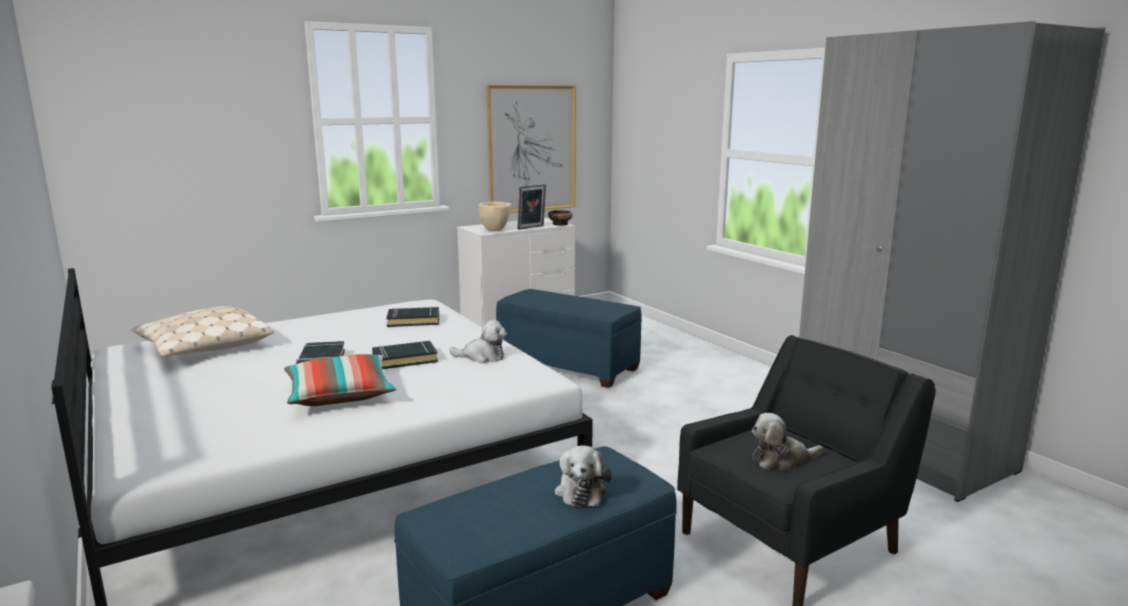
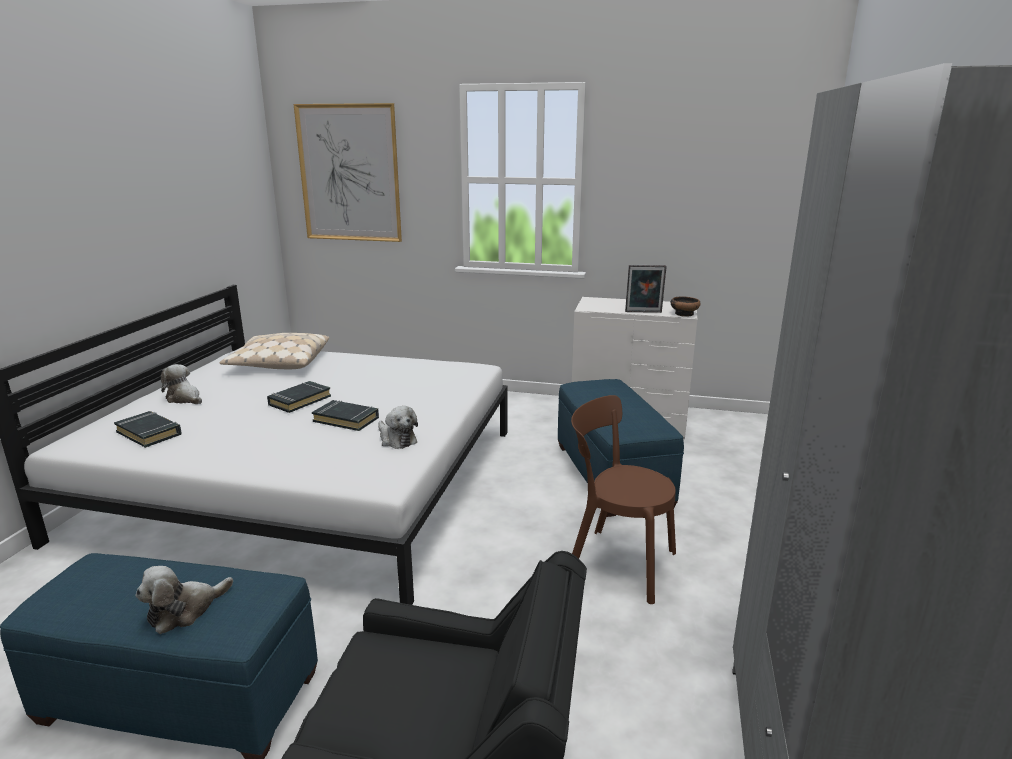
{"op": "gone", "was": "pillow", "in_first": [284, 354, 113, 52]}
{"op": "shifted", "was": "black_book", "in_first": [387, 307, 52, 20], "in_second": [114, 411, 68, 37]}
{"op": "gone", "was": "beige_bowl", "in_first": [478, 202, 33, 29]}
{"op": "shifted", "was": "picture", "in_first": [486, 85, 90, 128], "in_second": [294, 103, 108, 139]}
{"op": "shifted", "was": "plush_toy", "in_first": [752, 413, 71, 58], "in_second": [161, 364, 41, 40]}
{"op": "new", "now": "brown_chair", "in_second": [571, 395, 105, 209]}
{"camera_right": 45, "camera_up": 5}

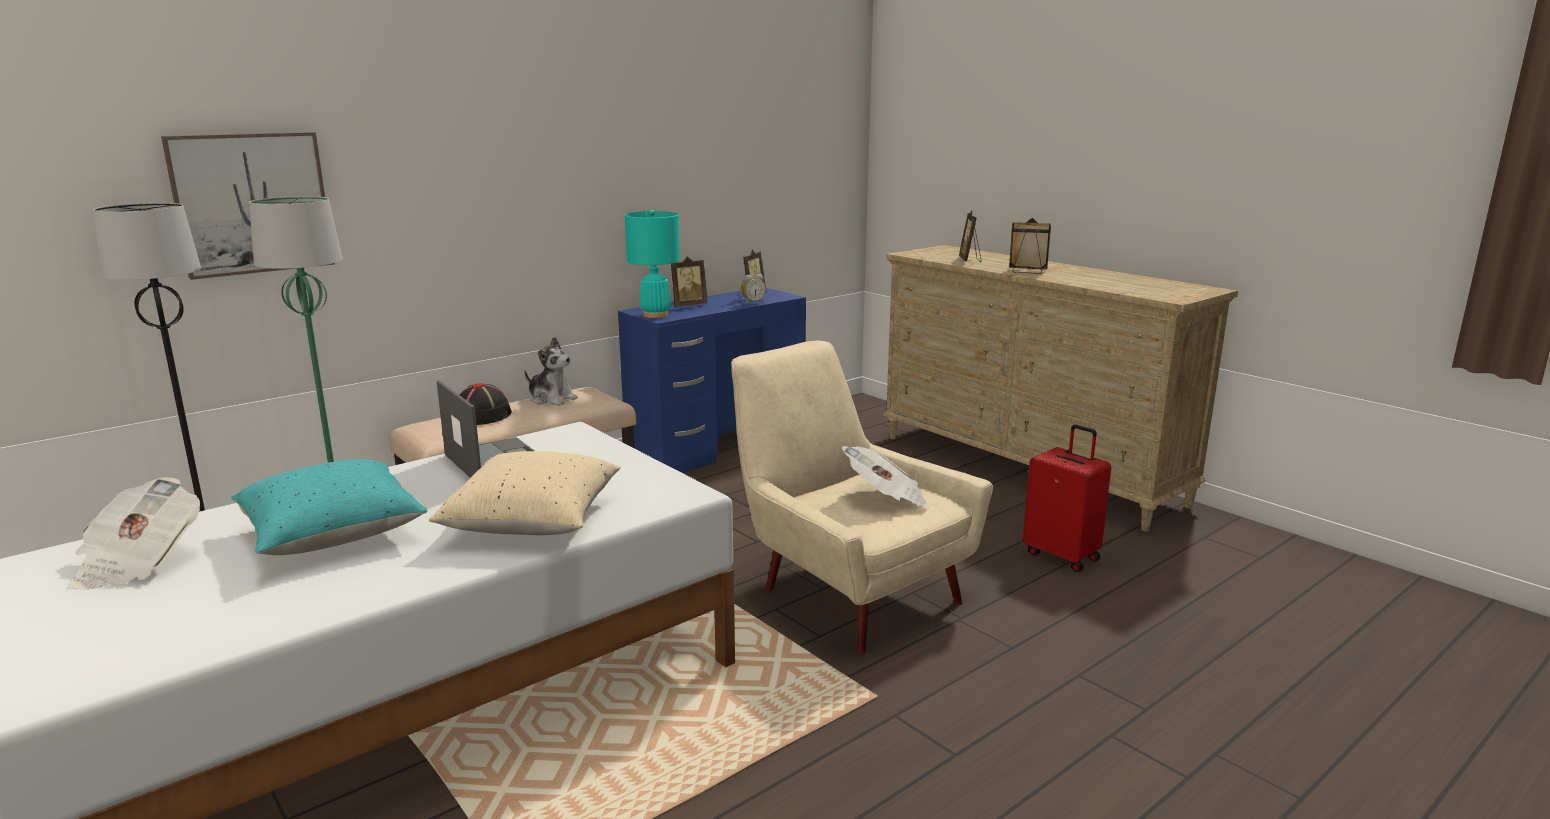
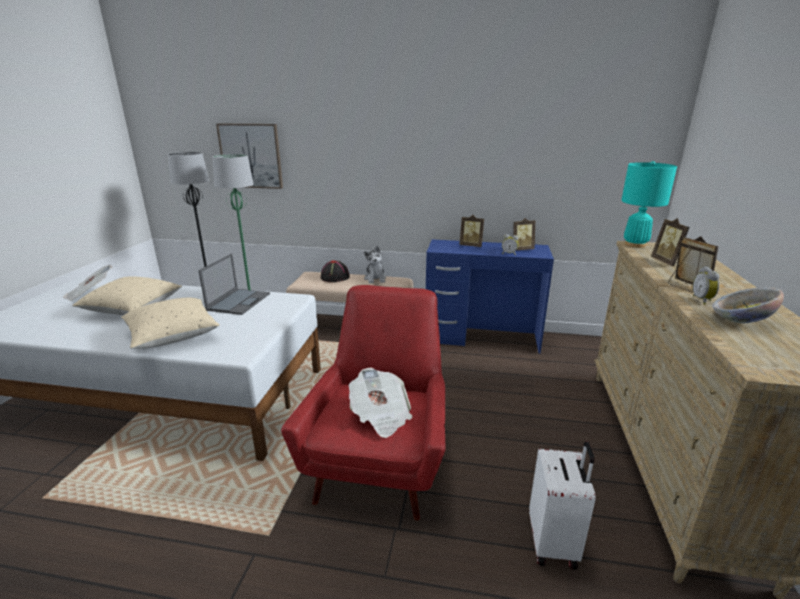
{"op": "repainted", "was": "turquoise_pillow", "now": "beige_pillow", "in_first": [231, 459, 196, 96], "in_second": [72, 276, 110, 39]}
{"op": "shifted", "was": "turquoise_table_lamp", "in_first": [625, 210, 55, 108], "in_second": [621, 161, 56, 87]}
{"op": "repainted", "was": "beige_armchair", "now": "red_armchair", "in_first": [731, 341, 262, 313], "in_second": [281, 285, 165, 235]}
{"op": "rotated", "was": "picture_frame", "in_first": [959, 211, 23, 51], "in_second": [651, 218, 39, 48], "clockwise": -60}
{"op": "repainted", "was": "red_suitcase", "now": "white_suitcase", "in_first": [1023, 424, 88, 148], "in_second": [529, 441, 67, 129]}
{"op": "new", "now": "alarm_clock", "in_second": [693, 266, 27, 39]}
{"op": "new", "now": "bowl", "in_second": [712, 287, 72, 36]}
{"camera_right": 50, "camera_up": 5}

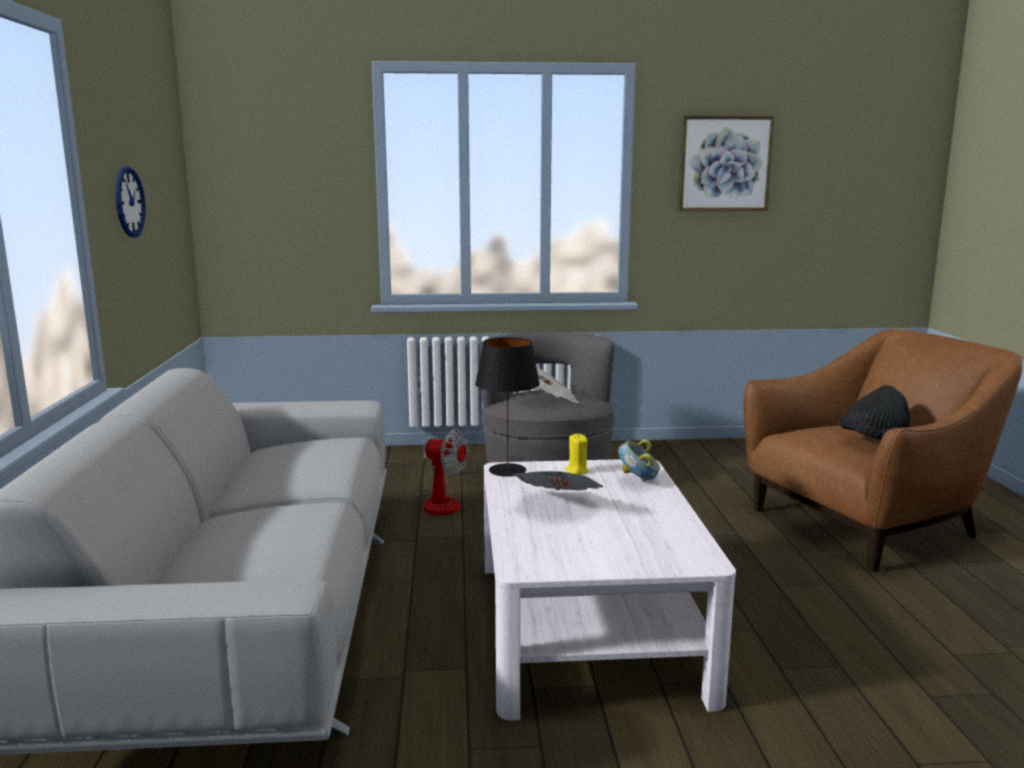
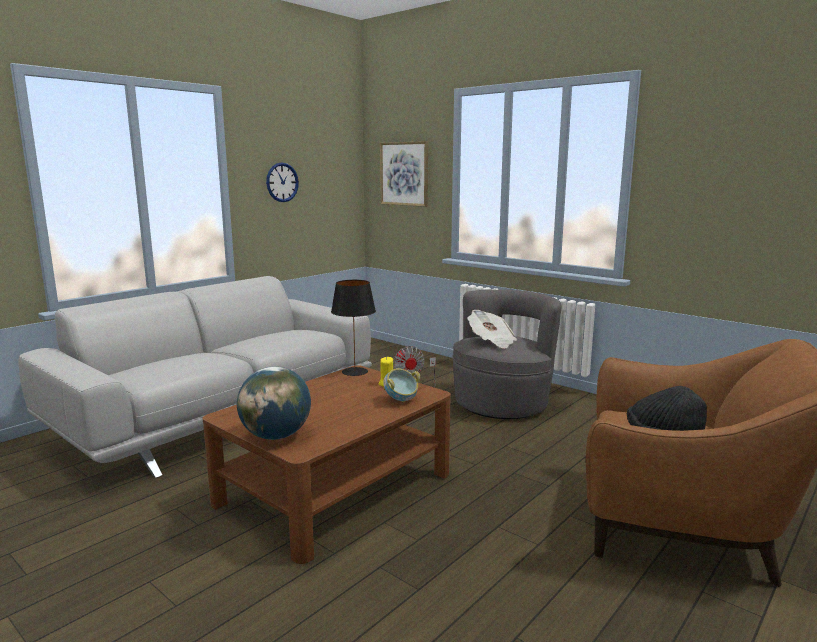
{"op": "repainted", "was": "white_coffee_table", "now": "brown_coffee_table", "in_first": [484, 459, 252, 261], "in_second": [202, 365, 249, 199]}
{"op": "gone", "was": "newspaper", "in_first": [512, 471, 91, 19]}
{"op": "shifted", "was": "picture", "in_first": [678, 115, 97, 96], "in_second": [380, 141, 48, 66]}
{"op": "new", "now": "globe", "in_second": [237, 366, 74, 74]}
{"camera_right": 45, "camera_up": 0}

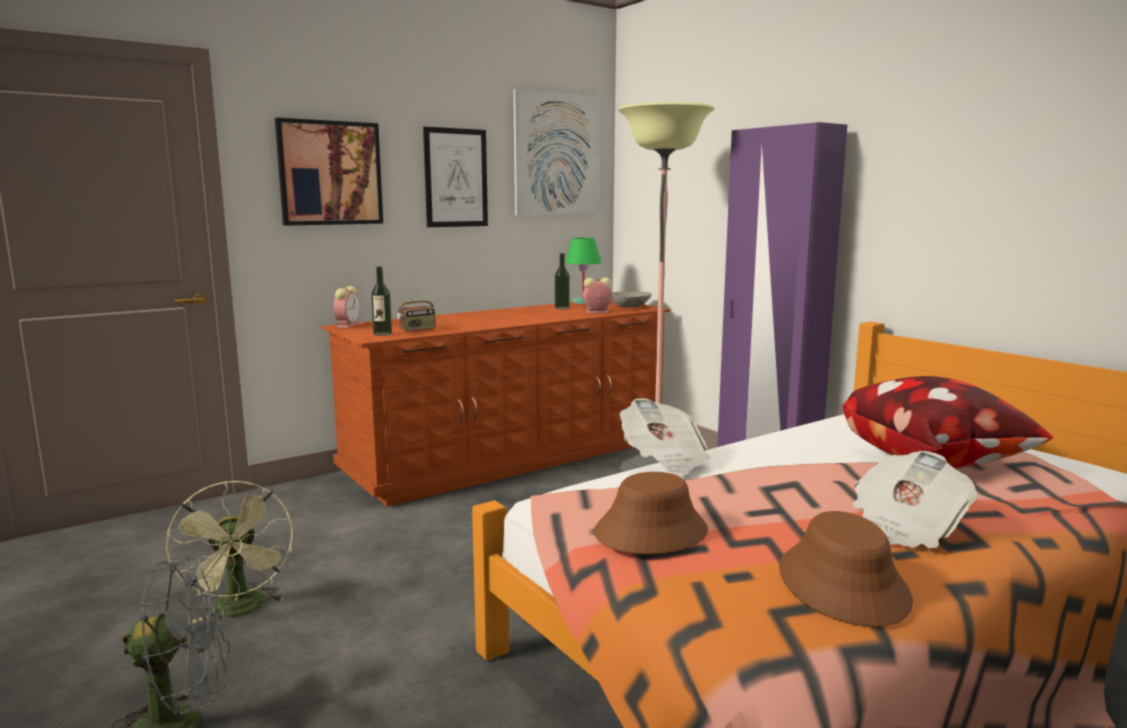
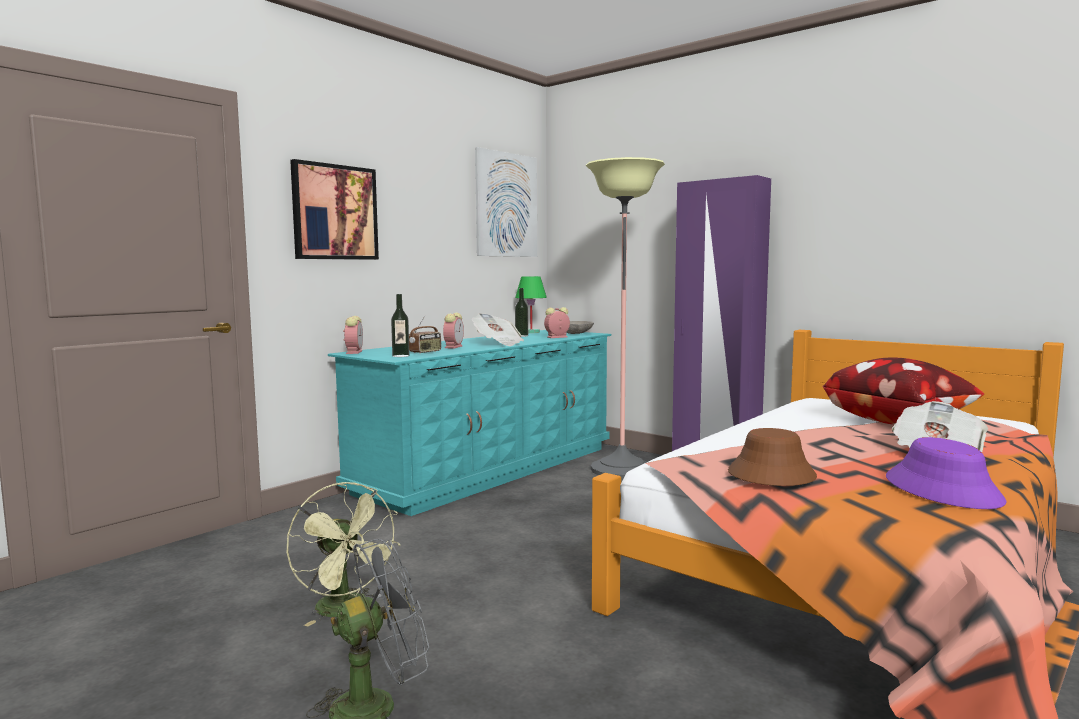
{"op": "repainted", "was": "brown_dresser", "now": "turquoise_dresser", "in_first": [321, 301, 350, 205], "in_second": [328, 330, 283, 186]}
{"op": "gone", "was": "picture", "in_first": [423, 127, 65, 100]}
{"op": "shifted", "was": "newspaper", "in_first": [619, 398, 92, 78], "in_second": [472, 313, 52, 33]}
{"op": "repainted", "was": "brown_hat", "now": "purple_hat", "in_first": [779, 511, 134, 116], "in_second": [886, 437, 121, 72]}
{"op": "new", "now": "alarm_clock", "in_second": [443, 313, 21, 36]}
{"camera_right": -15, "camera_up": -5}

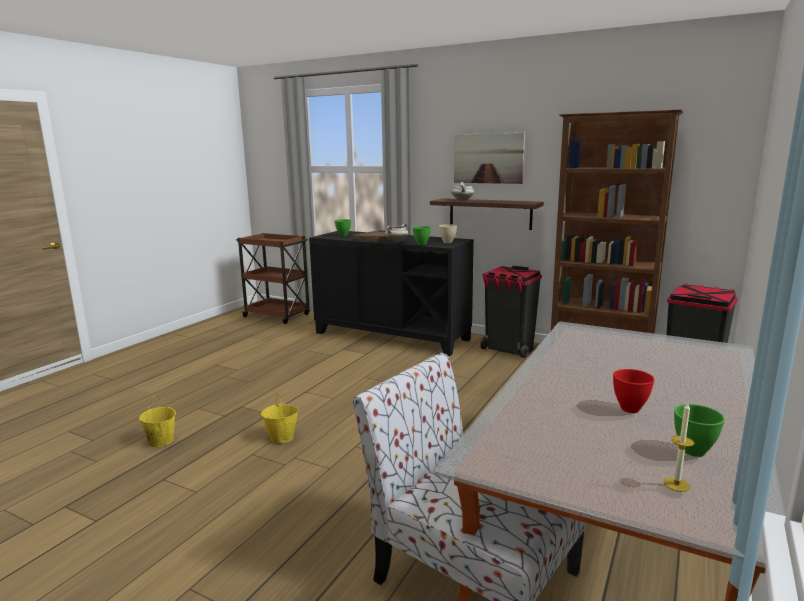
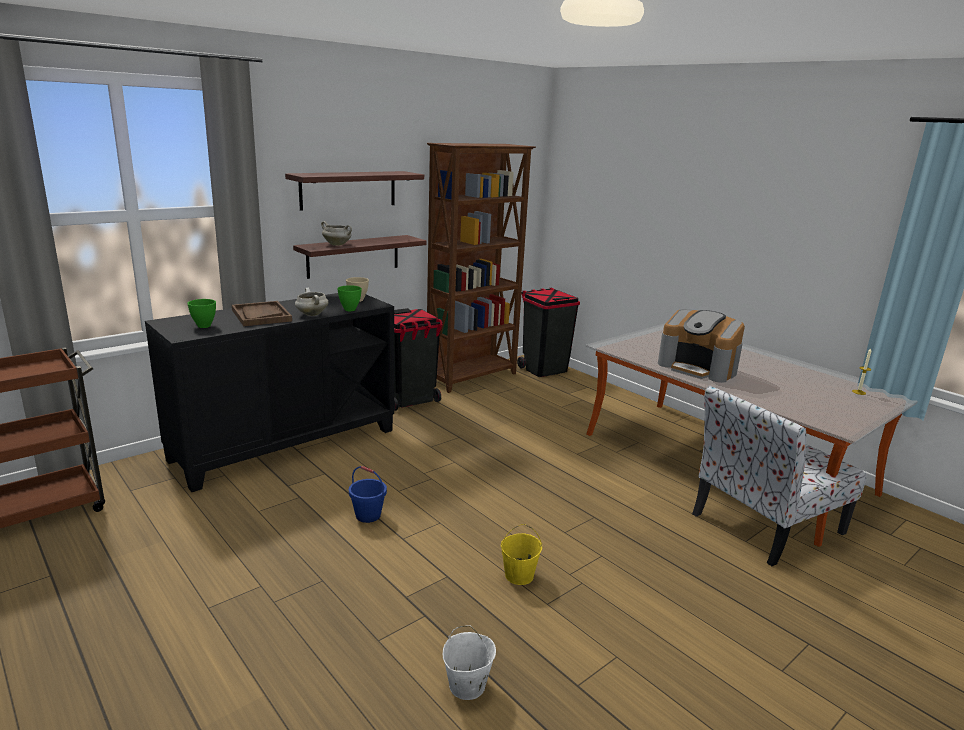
{"op": "repainted", "was": "yellow_bucket", "now": "white_bucket", "in_first": [139, 396, 37, 51], "in_second": [443, 625, 53, 75]}
{"op": "swapped", "was": "picture", "now": "shelf", "in_first": [454, 133, 71, 51], "in_second": [285, 171, 139, 40]}
{"op": "gone", "was": "red_bowl", "in_first": [613, 369, 41, 44]}
{"op": "gone", "was": "green_bowl", "in_first": [674, 404, 51, 53]}
{"op": "new", "now": "blue_bucket", "in_second": [349, 466, 38, 57]}
{"op": "new", "now": "coffee_machine", "in_second": [658, 309, 87, 74]}
{"camera_right": -70, "camera_up": 5}

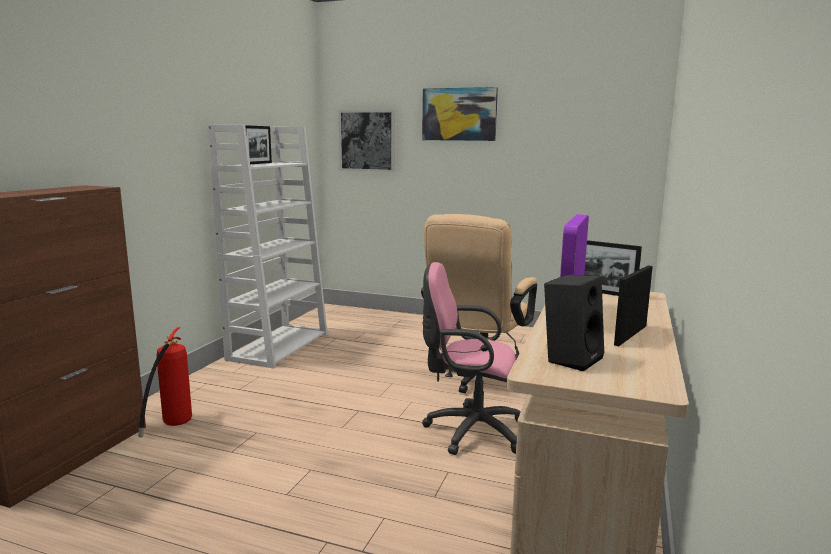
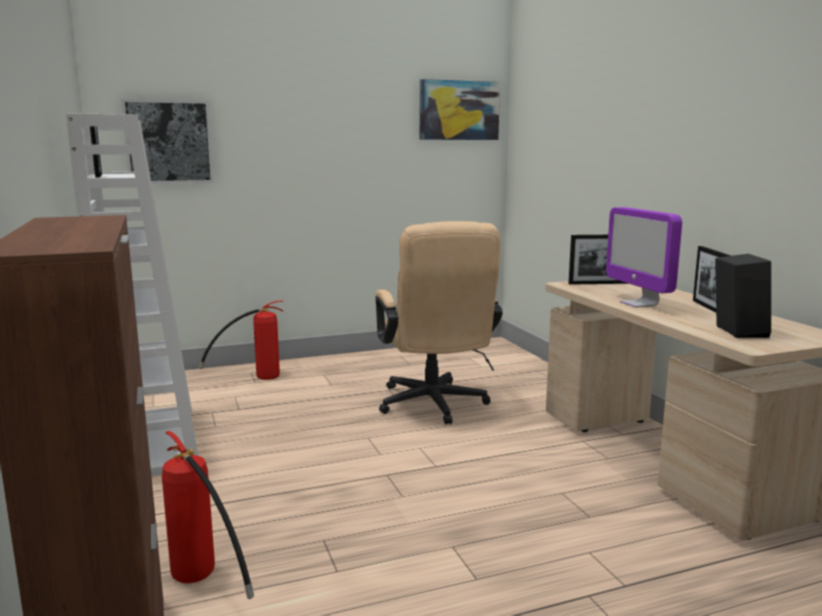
{"op": "shifted", "was": "picture", "in_first": [422, 87, 76, 54], "in_second": [420, 79, 80, 61]}
{"op": "gone", "was": "pink_office_chair", "in_first": [422, 262, 99, 193]}
{"op": "new", "now": "fire_extinguisher", "in_second": [199, 301, 85, 79]}
{"camera_right": -40, "camera_up": 0}

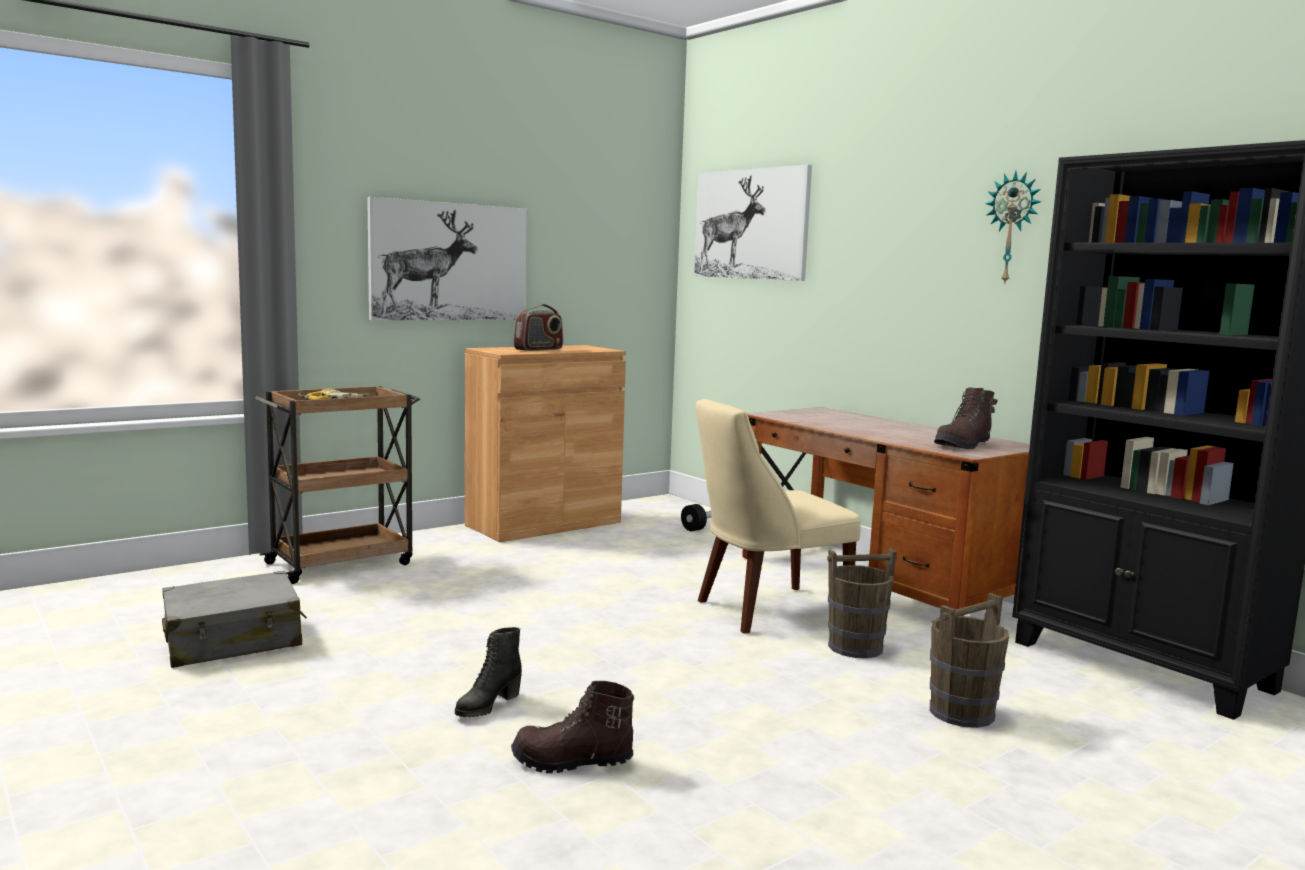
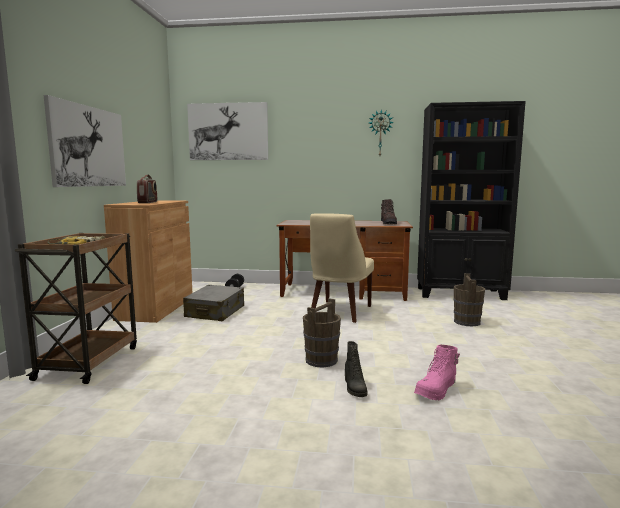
{"op": "shifted", "was": "grey_suitcase", "in_first": [162, 571, 145, 97], "in_second": [183, 285, 61, 36]}
{"op": "repainted", "was": "brown_boot", "now": "pink_boot", "in_first": [511, 681, 123, 92], "in_second": [414, 345, 46, 55]}
{"op": "shifted", "was": "brown_bucket", "in_first": [827, 549, 70, 109], "in_second": [303, 298, 38, 70]}
{"camera_right": -45, "camera_up": 0}

